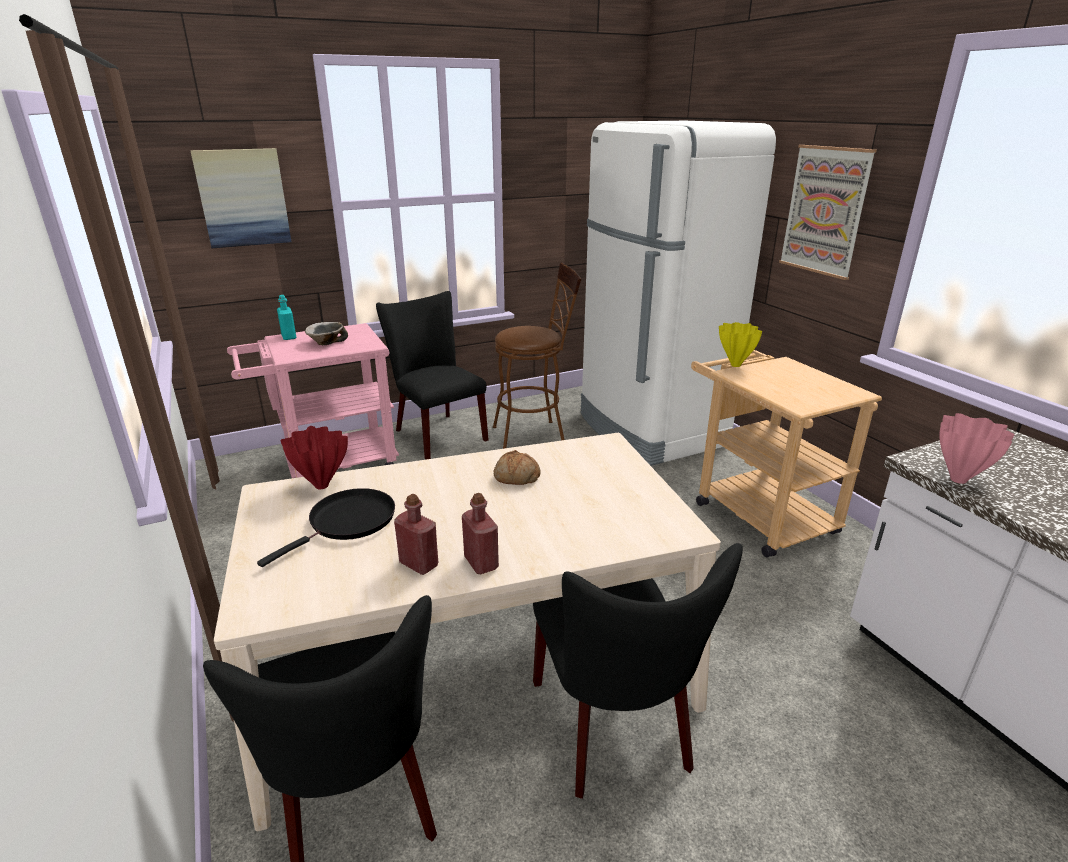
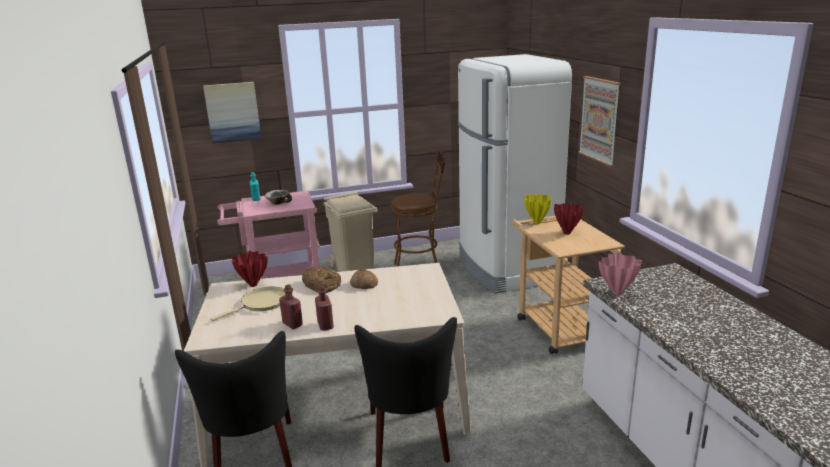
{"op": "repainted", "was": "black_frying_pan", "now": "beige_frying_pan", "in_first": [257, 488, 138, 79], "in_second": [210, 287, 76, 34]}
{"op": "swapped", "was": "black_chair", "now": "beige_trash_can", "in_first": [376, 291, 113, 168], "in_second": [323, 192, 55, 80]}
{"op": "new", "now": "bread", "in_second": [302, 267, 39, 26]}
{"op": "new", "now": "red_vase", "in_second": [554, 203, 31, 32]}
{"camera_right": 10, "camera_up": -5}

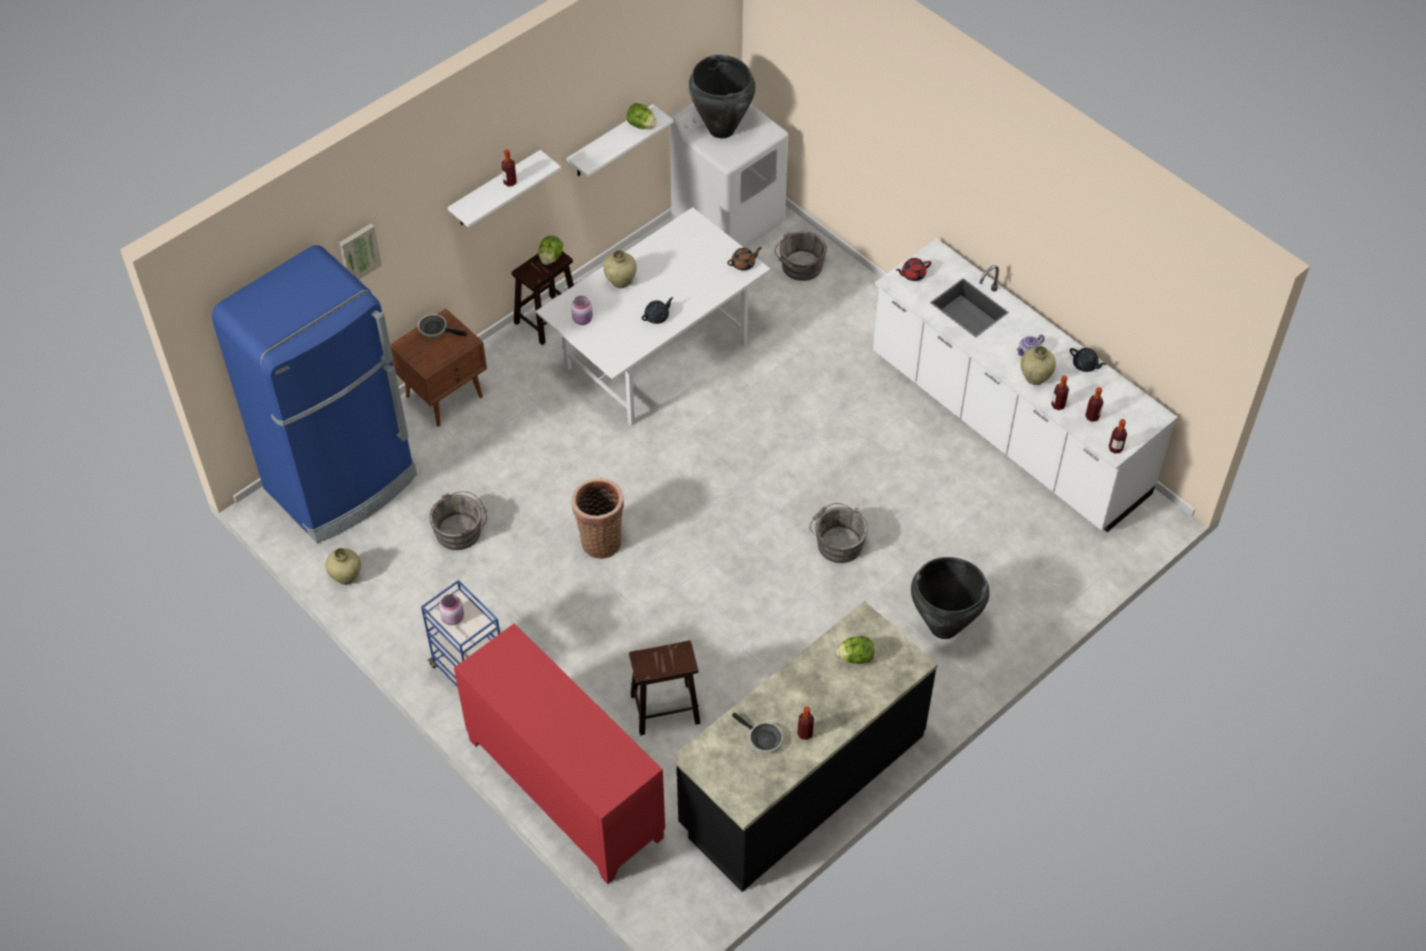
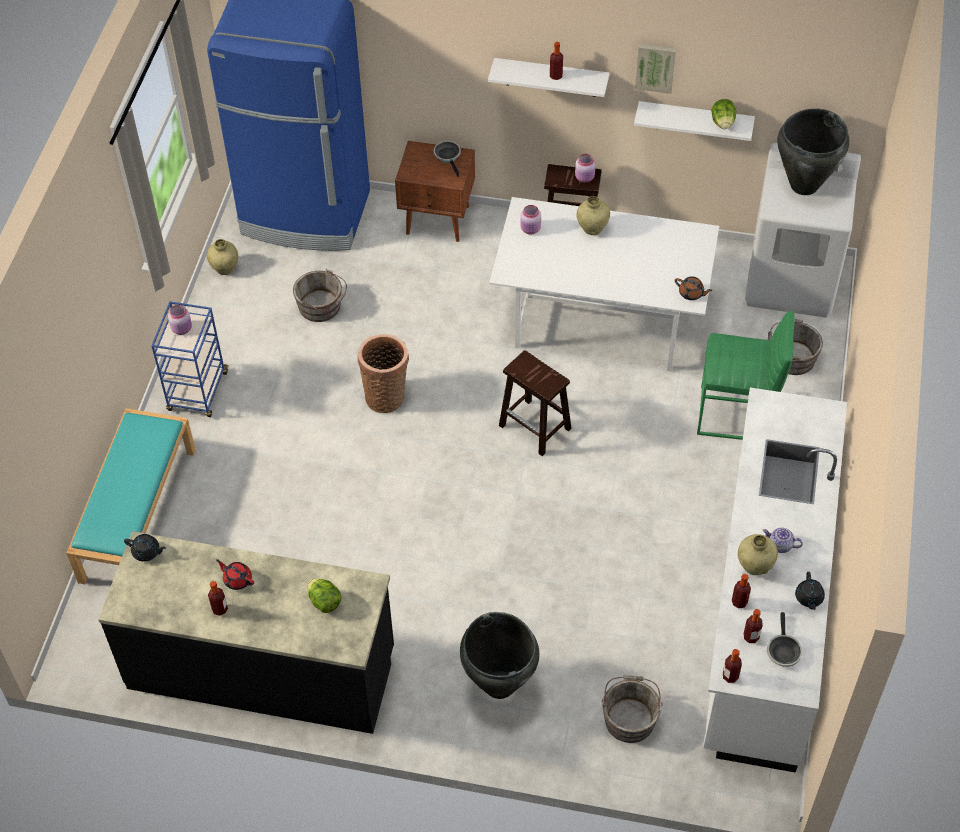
{"op": "shifted", "was": "picture", "in_first": [339, 223, 43, 57], "in_second": [635, 44, 41, 50]}
{"op": "swapped", "was": "red_cabinet", "now": "turquoise_bench", "in_first": [454, 623, 211, 261], "in_second": [66, 408, 130, 176]}
{"op": "swapped", "was": "lettuce", "now": "pink_jar", "in_first": [538, 236, 25, 29], "in_second": [575, 154, 21, 29]}
{"op": "shifted", "was": "brown_stool", "in_first": [629, 640, 72, 96], "in_second": [499, 350, 72, 106]}
{"op": "shifted", "was": "black_teapot", "in_first": [642, 297, 31, 27], "in_second": [124, 534, 42, 28]}
{"op": "shifted", "was": "frying_pan", "in_first": [732, 713, 51, 40], "in_second": [767, 612, 35, 55]}
{"op": "shifted", "was": "grey_bucket", "in_first": [810, 503, 58, 60], "in_second": [602, 675, 61, 68]}
{"op": "shifted", "was": "red_teapot", "in_first": [896, 258, 35, 23], "in_second": [216, 559, 38, 31]}
{"op": "new", "now": "green_stool", "in_second": [697, 311, 98, 129]}
{"camera_right": 55, "camera_up": 0}

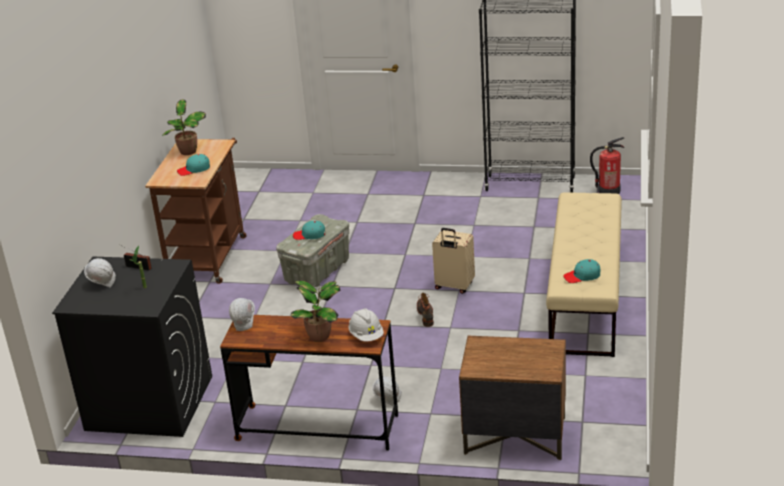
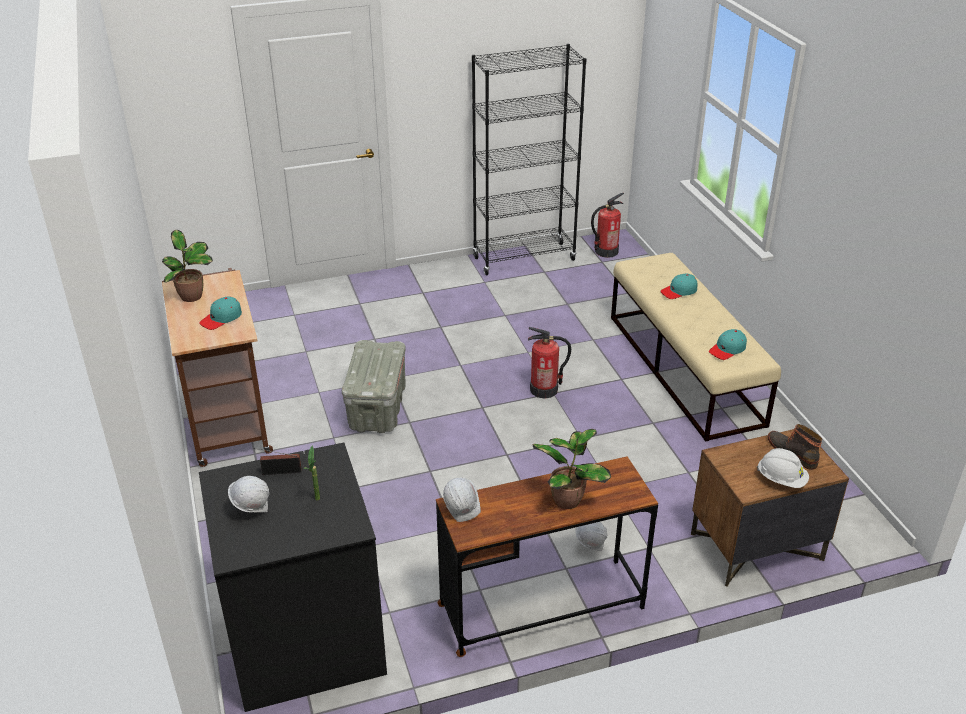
{"op": "shifted", "was": "turquoise_cap", "in_first": [293, 221, 32, 19], "in_second": [660, 274, 37, 25]}
{"op": "shifted", "was": "white_hard_hat", "in_first": [348, 308, 36, 33], "in_second": [757, 448, 52, 40]}
{"op": "shifted", "was": "boot", "in_first": [417, 293, 17, 34], "in_second": [768, 424, 54, 46]}
{"op": "swapped", "was": "beige_suitcase", "now": "fire_extinguisher", "in_first": [432, 228, 43, 66], "in_second": [528, 327, 43, 72]}
{"camera_right": -30, "camera_up": 5}

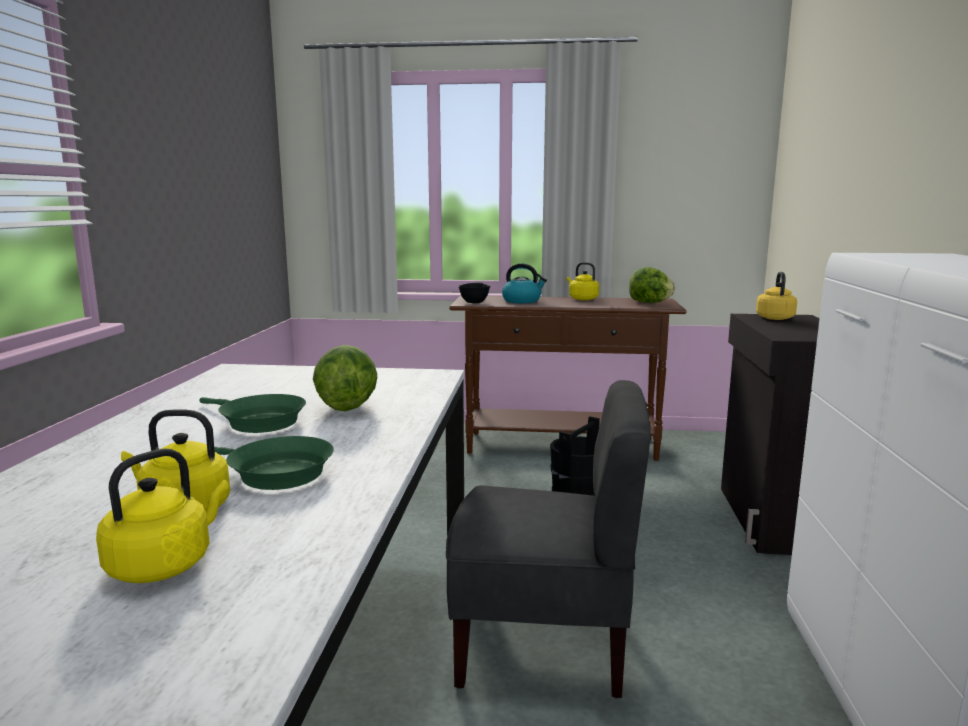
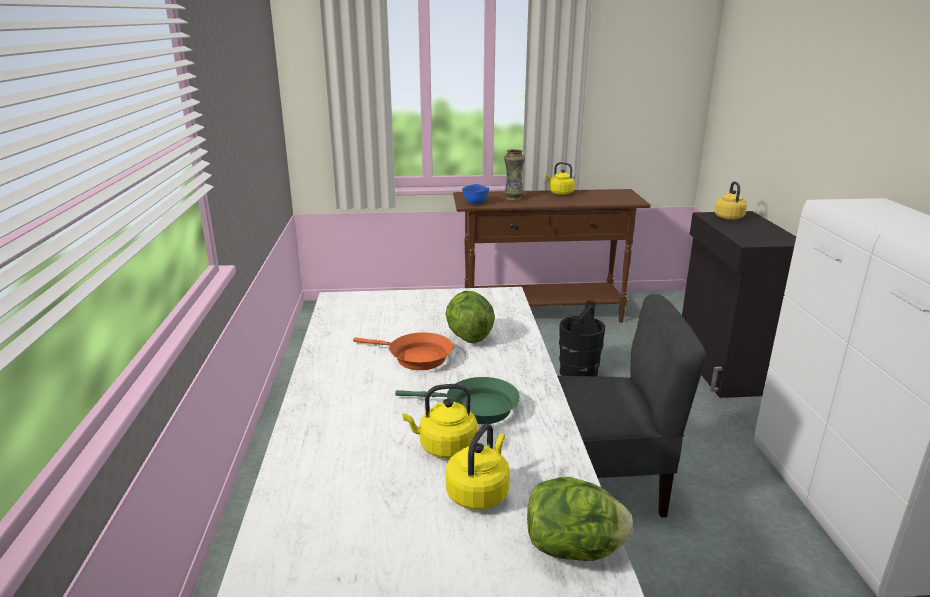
{"op": "repainted", "was": "green_frying_pan", "now": "orange_frying_pan", "in_first": [200, 394, 106, 39], "in_second": [353, 332, 100, 38]}
{"op": "repainted", "was": "black_bowl", "now": "blue_bowl", "in_first": [458, 282, 32, 21], "in_second": [462, 184, 27, 20]}
{"op": "swapped", "was": "kettle", "now": "vase", "in_first": [502, 263, 45, 40], "in_second": [504, 149, 21, 52]}
{"op": "shifted", "was": "lettuce", "in_first": [629, 267, 46, 36], "in_second": [527, 477, 106, 84]}
{"camera_right": -10, "camera_up": 10}

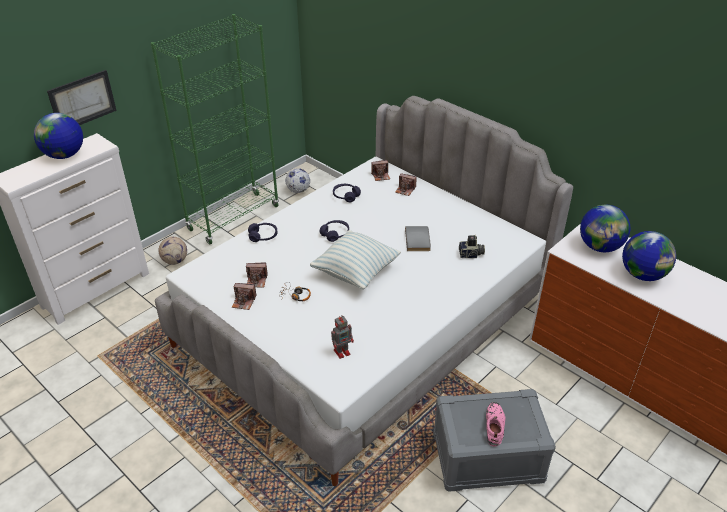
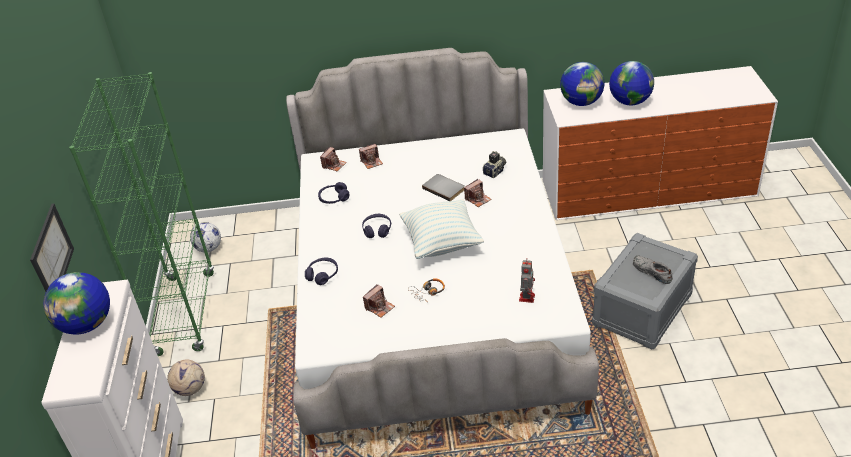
{"op": "shifted", "was": "photo_camera", "in_first": [232, 283, 24, 27], "in_second": [464, 179, 28, 28]}
{"op": "repainted", "was": "pink_shoe", "now": "grey_shoe", "in_first": [486, 402, 20, 45], "in_second": [633, 255, 40, 29]}
{"camera_right": -45, "camera_up": 0}

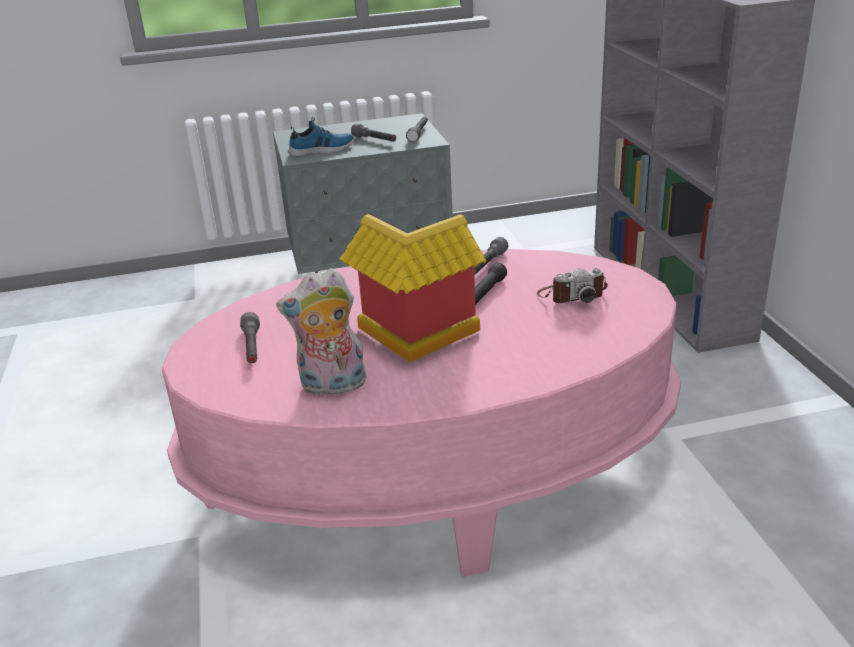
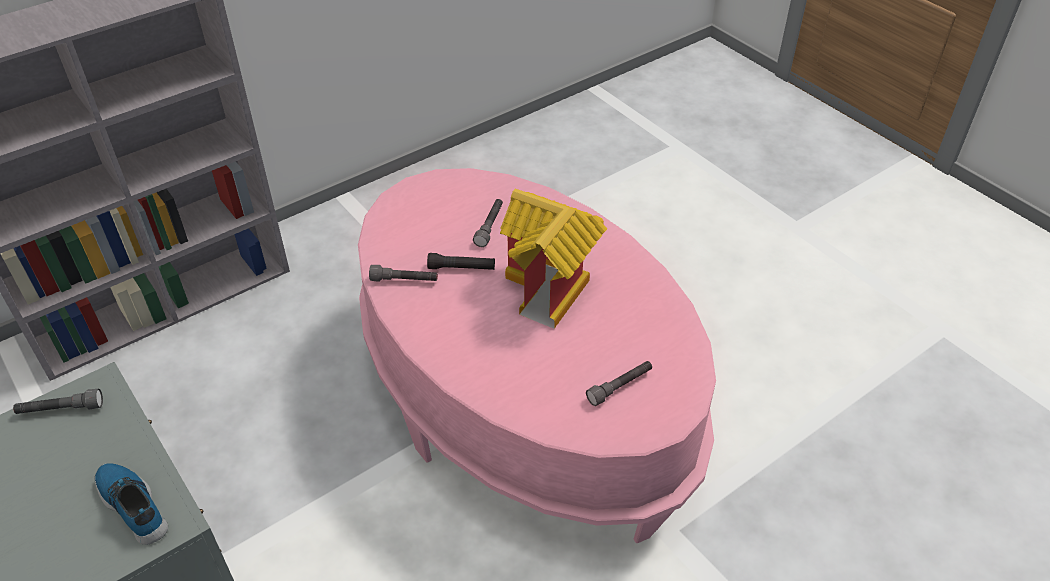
{"op": "gone", "was": "plush_toy", "in_first": [276, 268, 91, 128]}
{"op": "shifted", "was": "grey_flashlight", "in_first": [351, 124, 45, 18], "in_second": [473, 199, 30, 48]}
{"op": "gone", "was": "photo_camera", "in_first": [537, 268, 71, 35]}
{"camera_right": -115, "camera_up": 15}

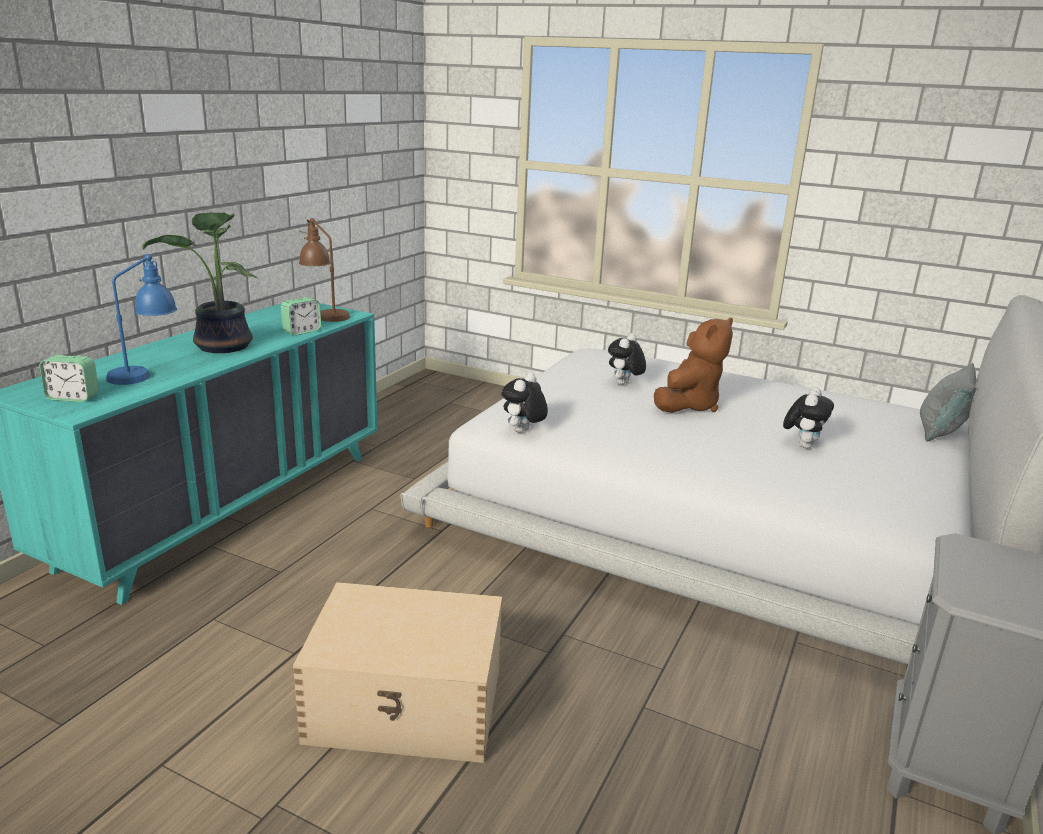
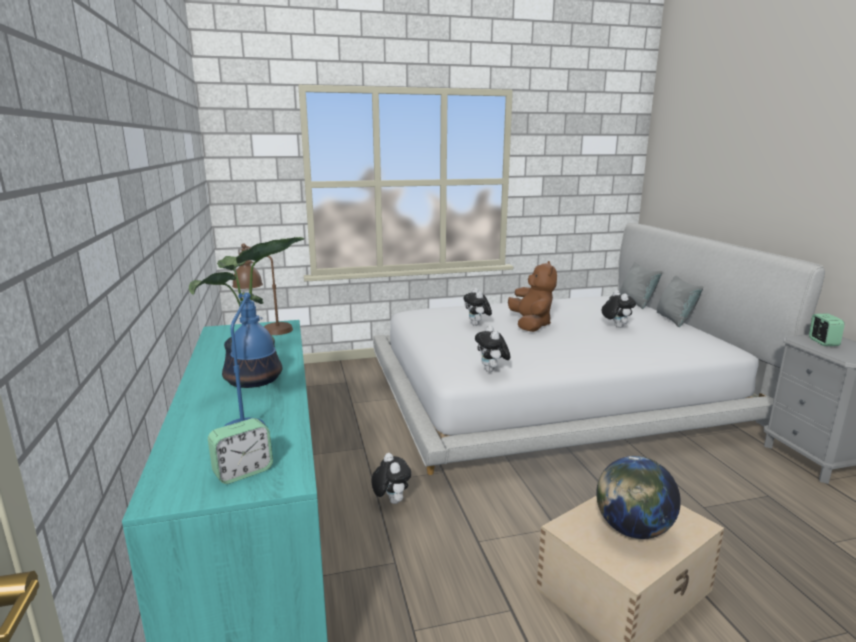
{"op": "shifted", "was": "alarm_clock", "in_first": [281, 297, 40, 38], "in_second": [809, 314, 36, 32]}
{"op": "new", "now": "plush_toy", "in_second": [372, 453, 39, 51]}
{"op": "new", "now": "globe", "in_second": [596, 456, 85, 83]}
{"op": "new", "now": "grey_pillow", "in_second": [657, 276, 46, 51]}
{"camera_right": -40, "camera_up": -5}

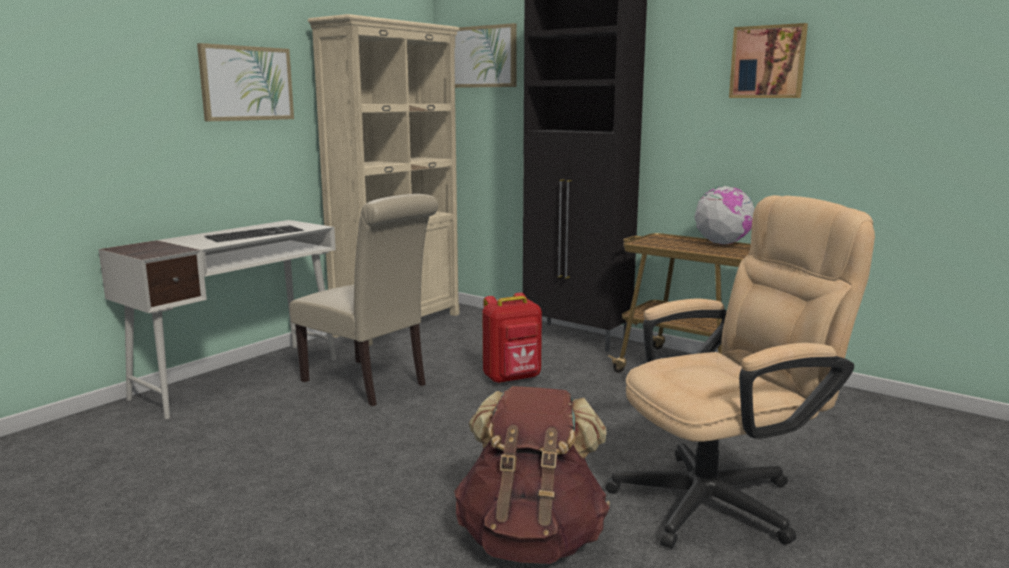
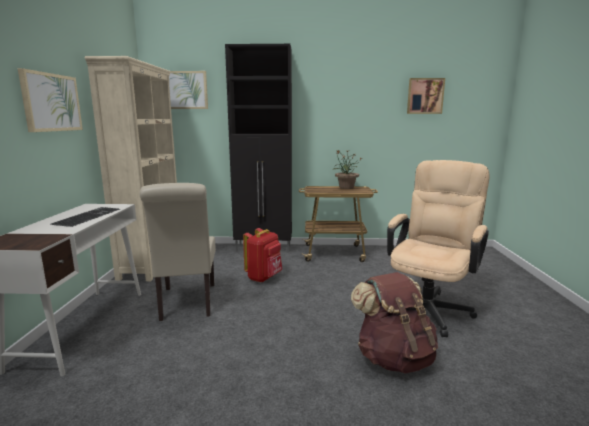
{"op": "rotated", "was": "beige_chair", "in_first": [289, 194, 149, 212], "in_second": [140, 183, 76, 138], "clockwise": 75}
{"op": "swapped", "was": "globe", "now": "potted_plant", "in_first": [694, 186, 61, 58], "in_second": [332, 149, 30, 40]}
{"op": "shifted", "was": "picture", "in_first": [729, 23, 79, 75], "in_second": [407, 78, 38, 36]}
{"camera_right": -35, "camera_up": 0}

